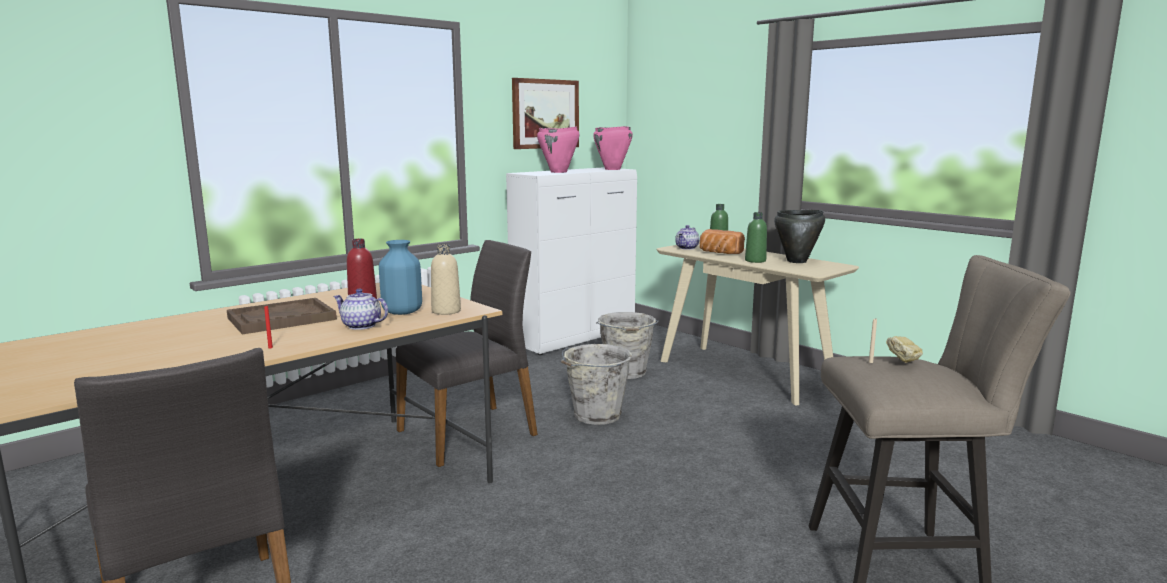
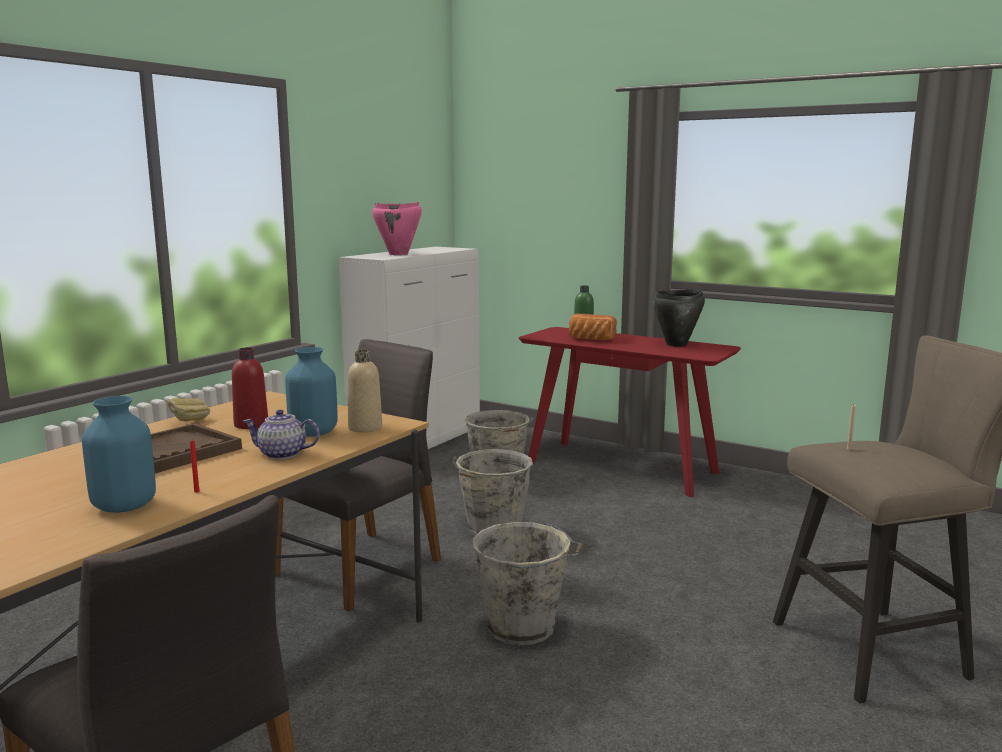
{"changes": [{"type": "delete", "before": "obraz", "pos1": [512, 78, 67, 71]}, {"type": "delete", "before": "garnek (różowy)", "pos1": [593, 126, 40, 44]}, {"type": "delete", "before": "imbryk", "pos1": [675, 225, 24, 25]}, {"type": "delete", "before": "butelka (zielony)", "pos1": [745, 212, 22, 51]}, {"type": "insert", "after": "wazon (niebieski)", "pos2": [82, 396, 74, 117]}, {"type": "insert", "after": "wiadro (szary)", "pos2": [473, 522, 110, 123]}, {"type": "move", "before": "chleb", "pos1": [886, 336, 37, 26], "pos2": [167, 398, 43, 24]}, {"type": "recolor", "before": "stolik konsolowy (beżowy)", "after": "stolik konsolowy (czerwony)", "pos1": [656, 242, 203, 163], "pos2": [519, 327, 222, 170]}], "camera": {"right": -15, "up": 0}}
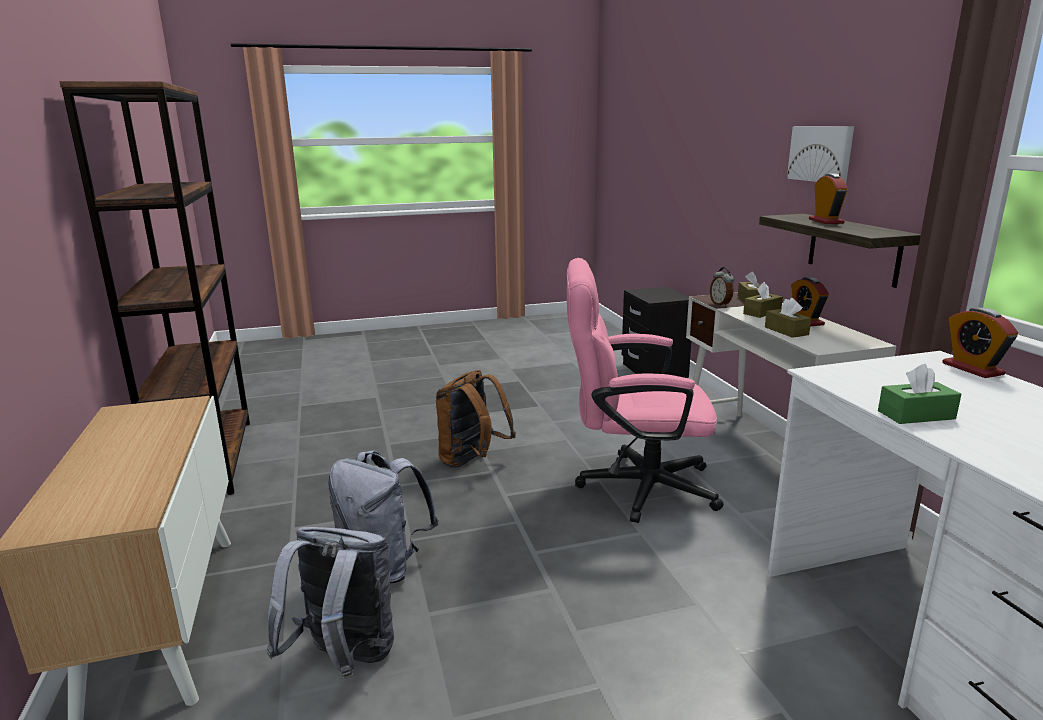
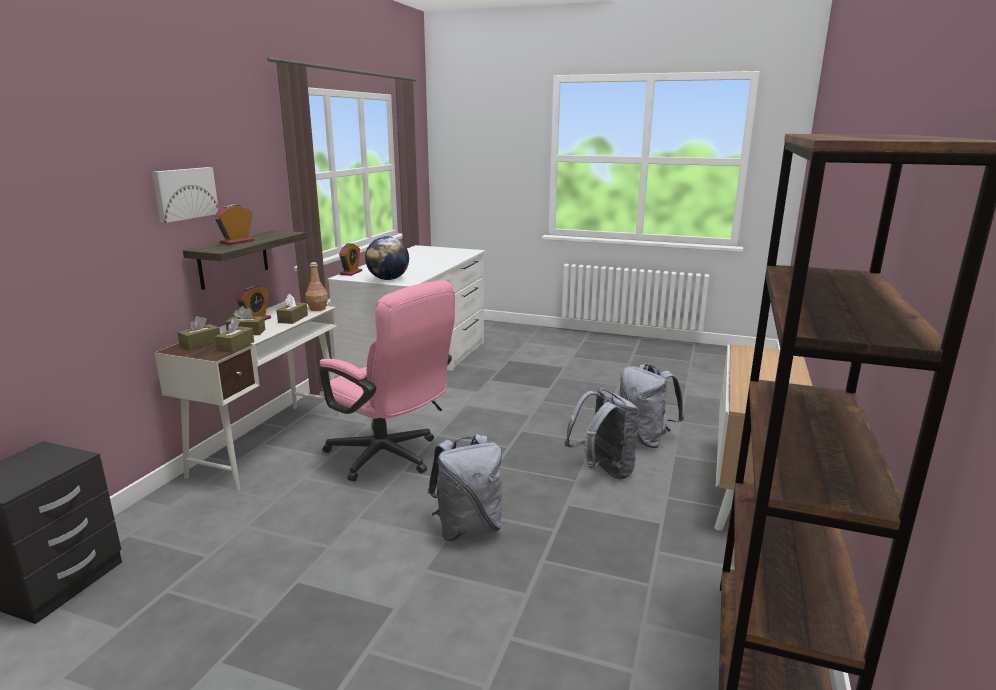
{"changes": [{"type": "delete", "before": "pudełko chusteczek (zielony)", "pos1": [878, 364, 83, 60]}, {"type": "insert", "after": "butelka (brązowy)", "pos2": [305, 262, 23, 49]}, {"type": "insert", "after": "globus", "pos2": [365, 236, 44, 44]}, {"type": "replace", "before": "budzik", "after": "pudełko chusteczek (brązowy)", "pos1": [710, 267, 24, 40], "pos2": [215, 318, 39, 35]}, {"type": "recolor", "before": "plecak (brązowy)", "after": "plecak (szary)", "pos1": [436, 370, 80, 98], "pos2": [428, 434, 74, 108]}], "camera": {"right": -145, "up": 0}}
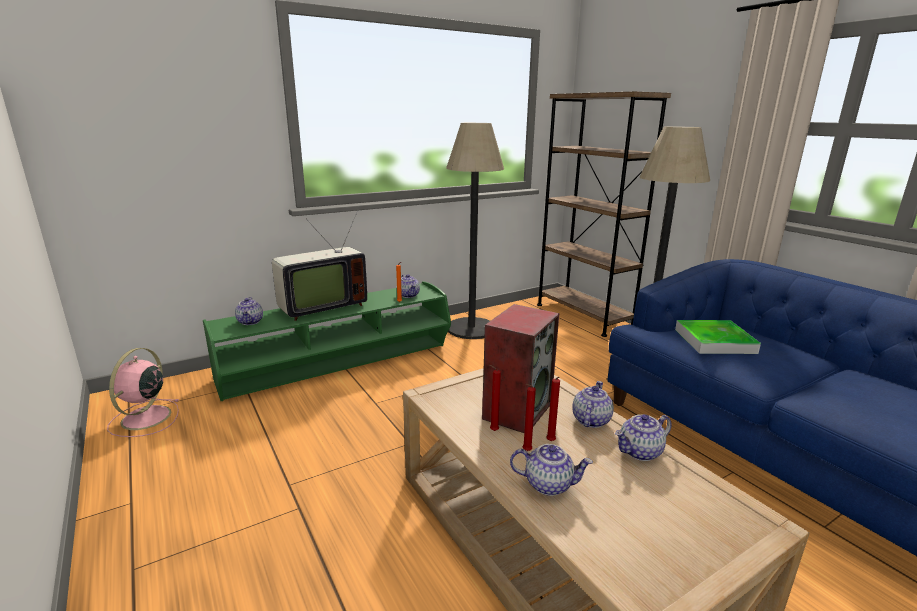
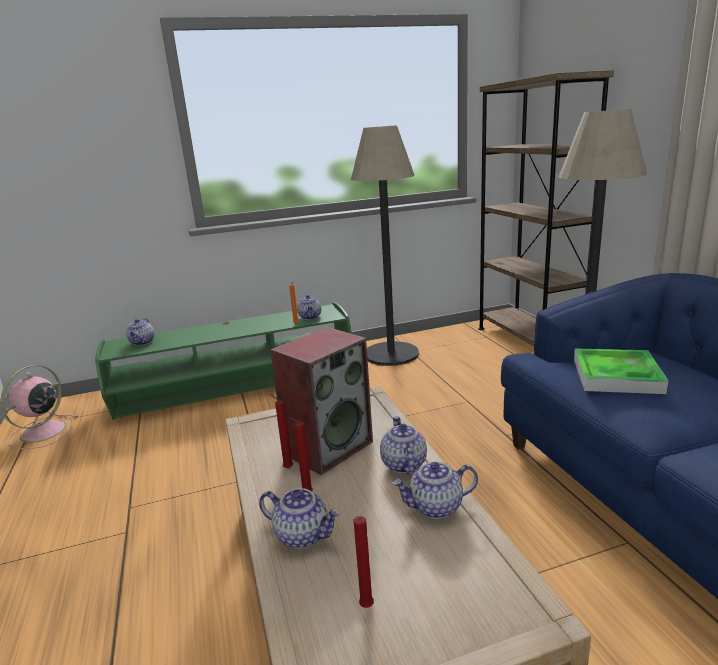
{"changes": [{"type": "delete", "before": "telewizor", "pos1": [272, 210, 95, 111]}, {"type": "move", "before": "świeca (czerwony)", "pos1": [546, 377, 14, 64], "pos2": [354, 516, 20, 92]}, {"type": "rotate", "before": "imbryk", "pos1": [572, 381, 42, 47], "pos2": [380, 416, 47, 59], "turn": -45}], "camera": {"right": 15, "up": 0}}
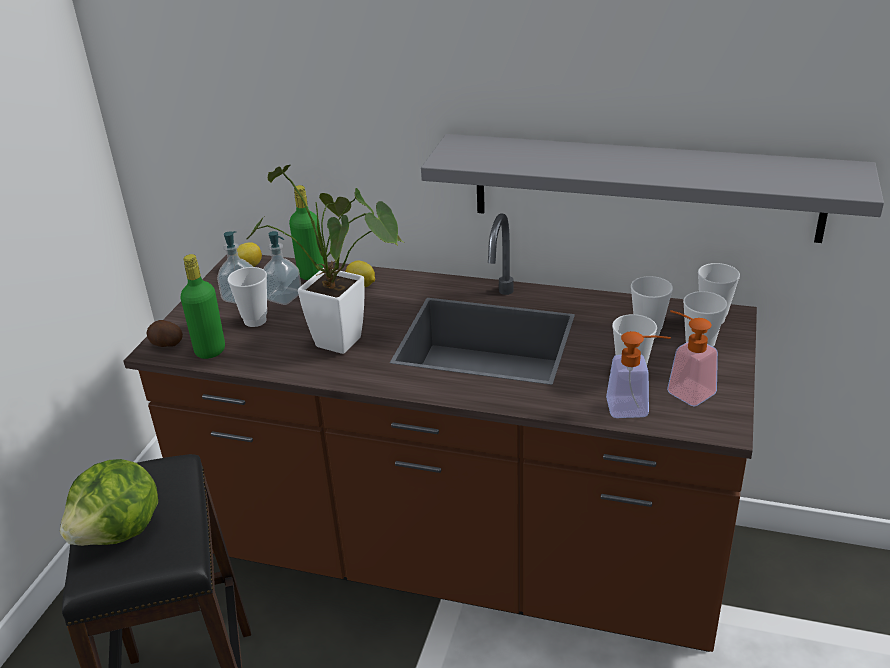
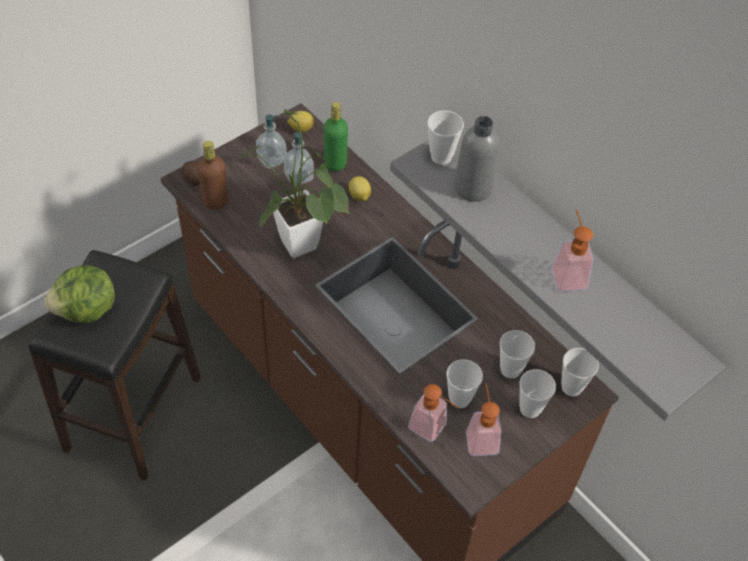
{"changes": [{"type": "insert", "after": "butelka (szary)", "pos2": [454, 116, 45, 86]}, {"type": "insert", "after": "dozownik mydła", "pos2": [552, 209, 41, 82]}, {"type": "move", "before": "filiżanka", "pos1": [228, 267, 39, 60], "pos2": [427, 110, 37, 55]}, {"type": "recolor", "before": "butelka (zielony)", "after": "butelka (brązowy)", "pos1": [181, 254, 44, 105], "pos2": [197, 141, 31, 69]}], "camera": {"right": 30, "up": 20}}
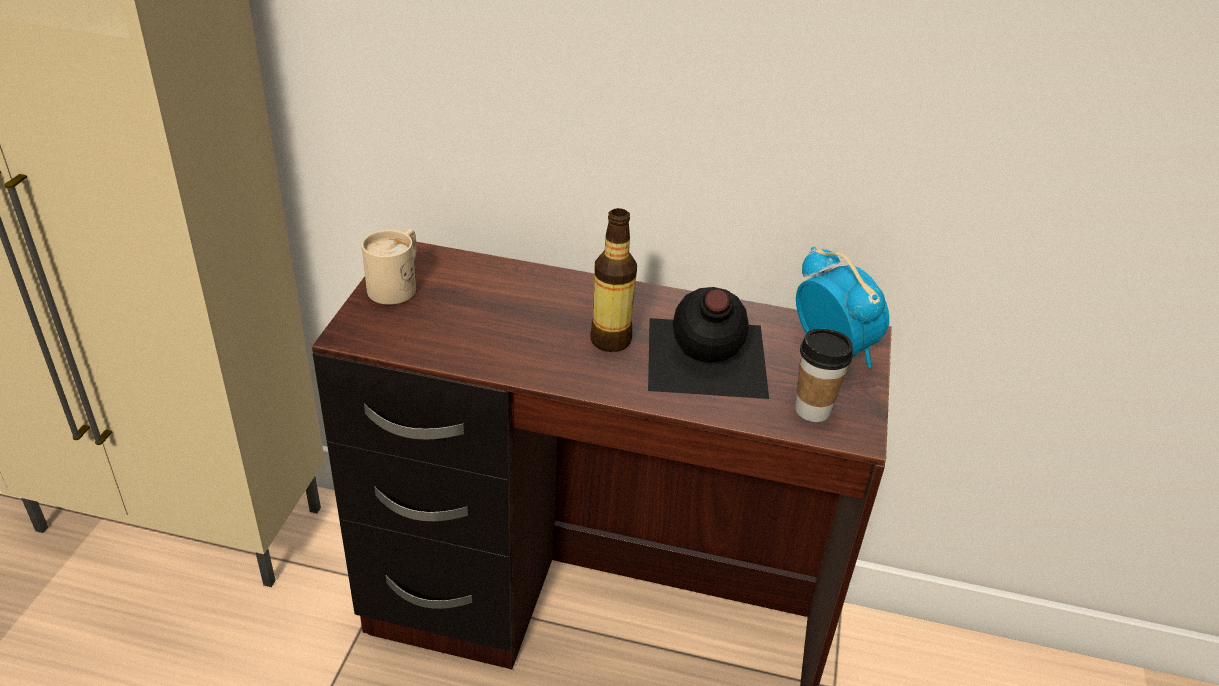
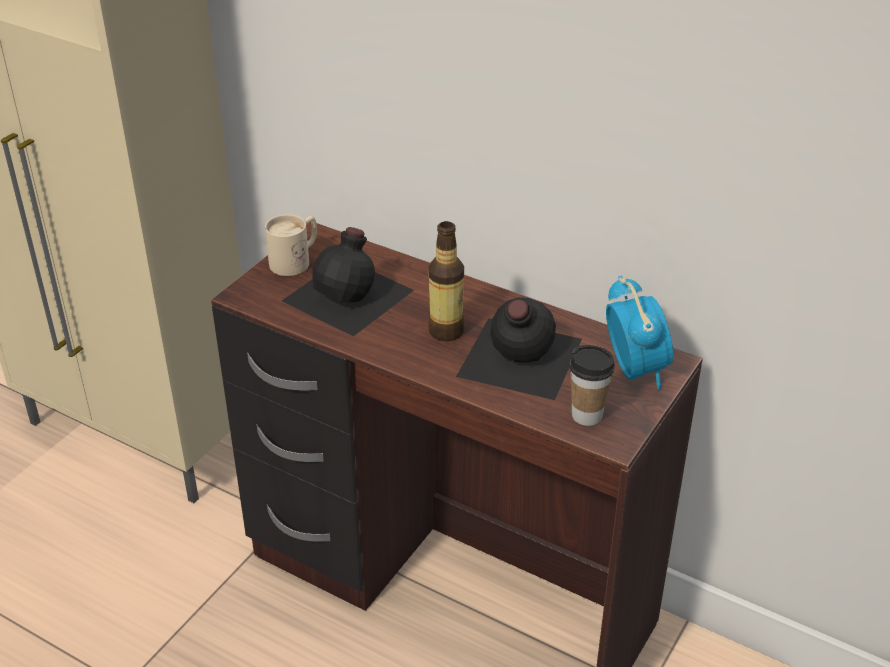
{"changes": [{"type": "insert", "after": "butelka (czarny)", "pos2": [282, 227, 132, 109]}], "camera": {"right": 20, "up": 0}}
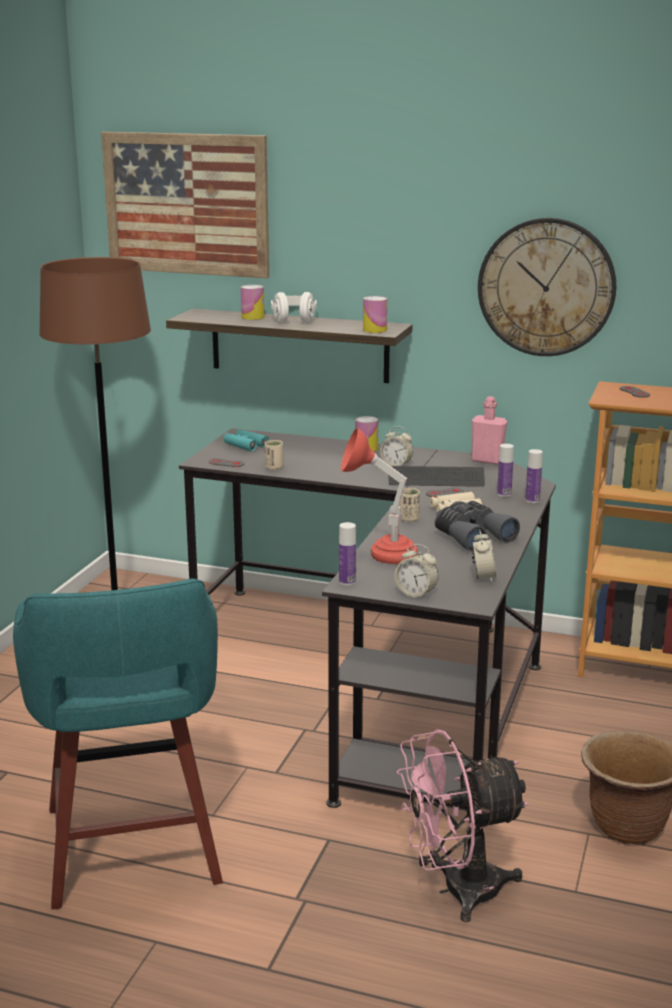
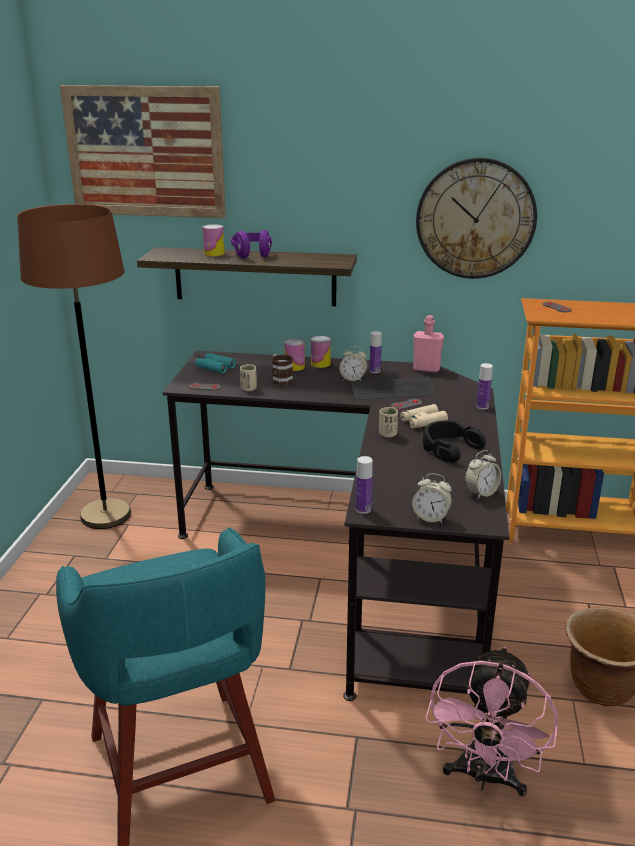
{"changes": [{"type": "delete", "before": "lampa stołowa (czerwony)", "pos1": [341, 428, 77, 136]}, {"type": "insert", "after": "kubek", "pos2": [272, 354, 21, 32]}, {"type": "move", "before": "puszka", "pos1": [363, 296, 24, 37], "pos2": [285, 339, 20, 32]}, {"type": "move", "before": "butelka", "pos1": [497, 444, 17, 53], "pos2": [369, 331, 13, 42]}, {"type": "replace", "before": "lornetka (szary)", "after": "słuchawki (czarny)", "pos1": [434, 501, 86, 51], "pos2": [423, 420, 63, 43]}, {"type": "recolor", "before": "słuchawki (biały)", "after": "słuchawki (fioletowy)", "pos1": [271, 292, 46, 31], "pos2": [231, 230, 41, 28]}, {"type": "rotate", "before": "wentylator (różowy)", "pos1": [397, 729, 133, 193], "pos2": [425, 646, 133, 151], "turn": -45}, {"type": "rotate", "before": "budzik", "pos1": [472, 529, 25, 54], "pos2": [465, 450, 36, 49], "turn": 60}], "camera": {"right": -10, "up": 5}}
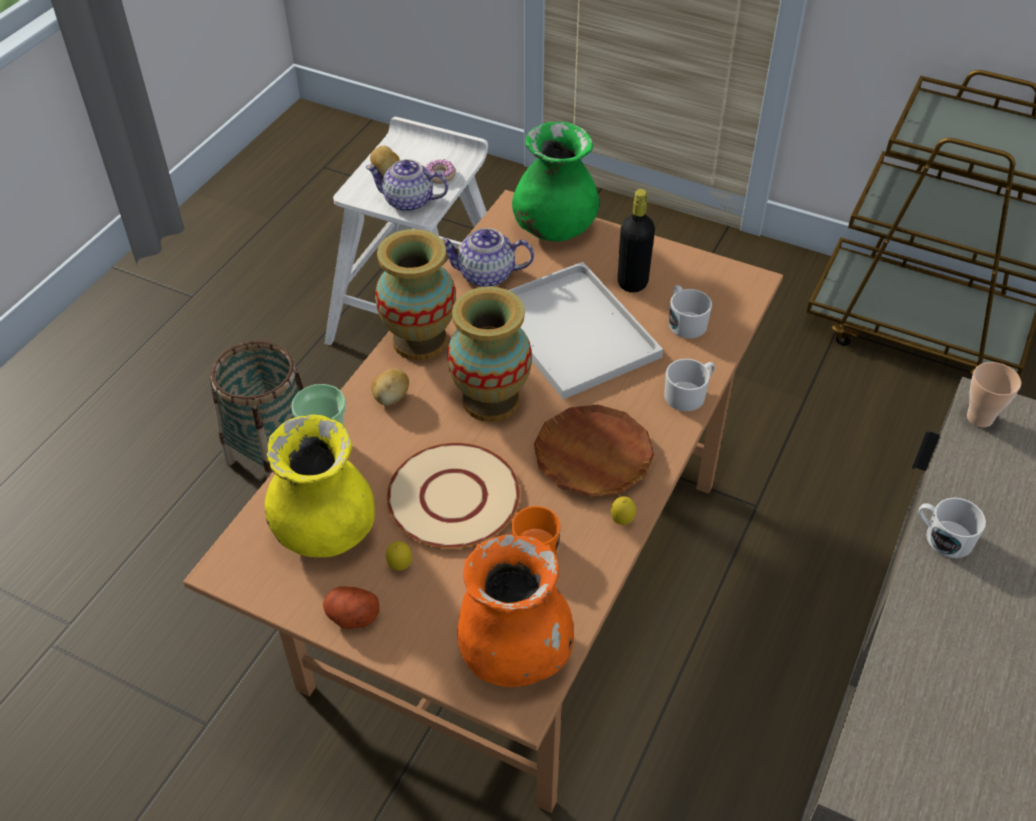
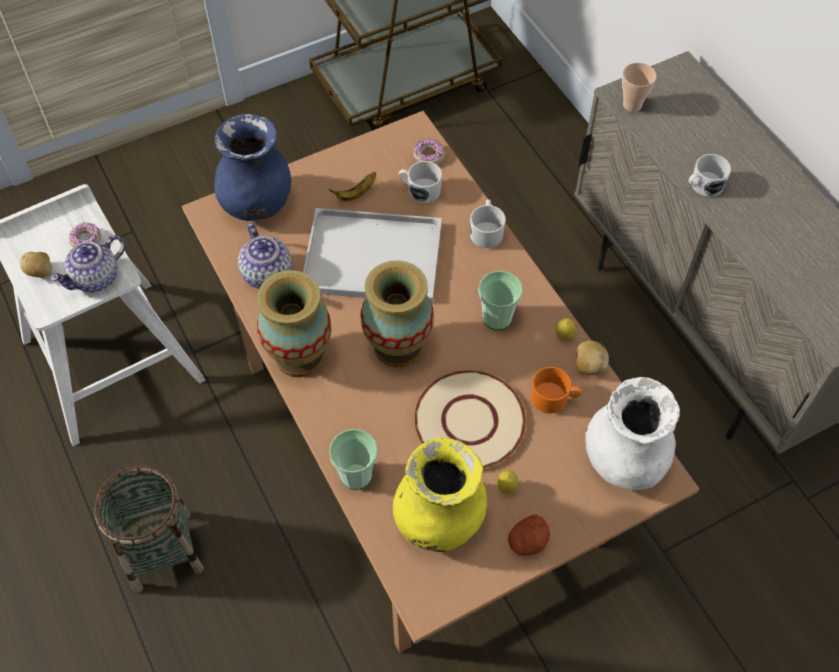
{"changes": [{"type": "insert", "after": "donut", "pos2": [413, 139, 32, 26]}, {"type": "move", "before": "ziemniak", "pos1": [371, 368, 38, 38], "pos2": [576, 340, 33, 35]}, {"type": "replace", "before": "talerz (brązowy)", "after": "filiżanka", "pos1": [534, 404, 120, 93], "pos2": [478, 271, 45, 59]}, {"type": "replace", "before": "butelka (czarny)", "after": "banan", "pos1": [618, 189, 37, 104], "pos2": [328, 172, 48, 29]}, {"type": "recolor", "before": "wazon (pomarańczowy)", "after": "wazon (biały)", "pos1": [457, 534, 117, 153], "pos2": [585, 377, 95, 113]}, {"type": "recolor", "before": "wazon (zielony)", "after": "wazon (niebieski)", "pos1": [512, 122, 87, 119], "pos2": [214, 114, 77, 107]}, {"type": "rotate", "before": "imbryk", "pos1": [442, 228, 92, 59], "pos2": [238, 223, 54, 66], "turn": -60}], "camera": {"right": -55, "up": 10}}
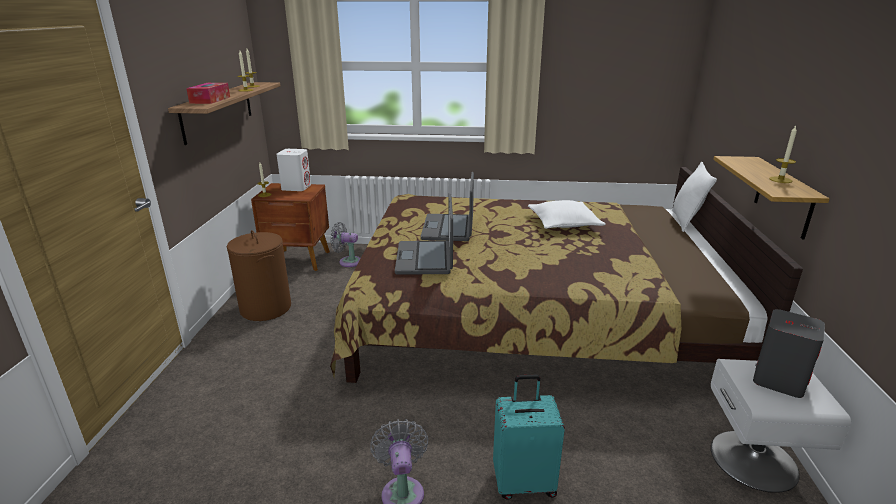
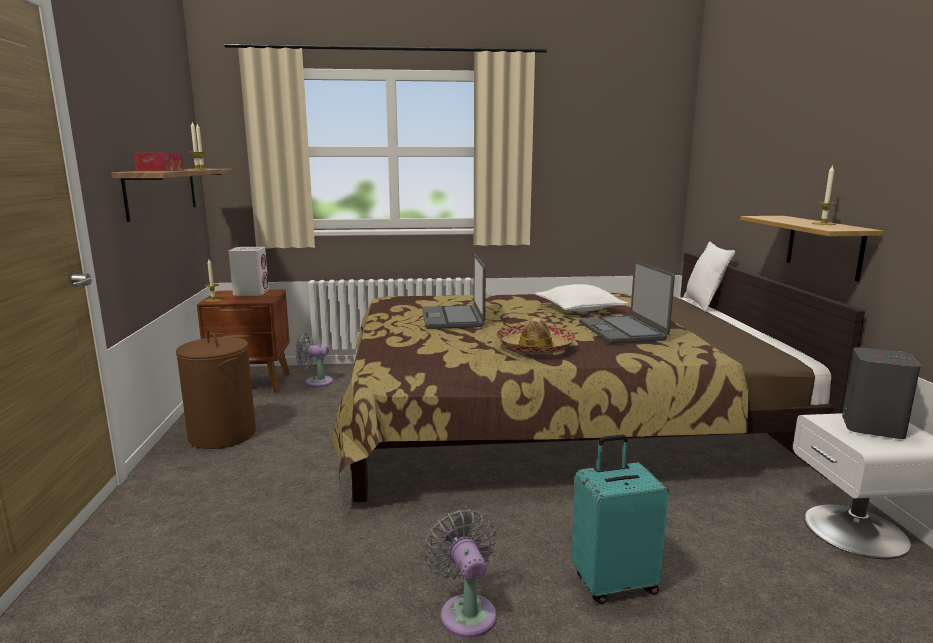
{"changes": [{"type": "insert", "after": "kapelusz", "pos2": [496, 318, 80, 36]}, {"type": "move", "before": "laptop", "pos1": [395, 193, 58, 82], "pos2": [579, 261, 96, 83]}], "camera": {"right": -10, "up": -10}}
